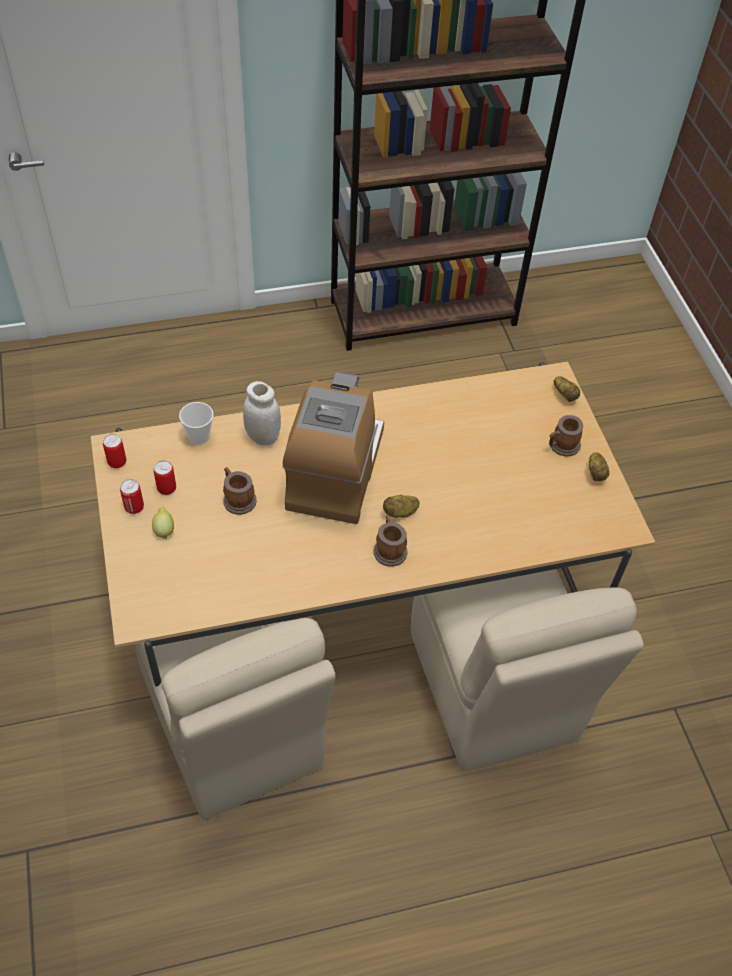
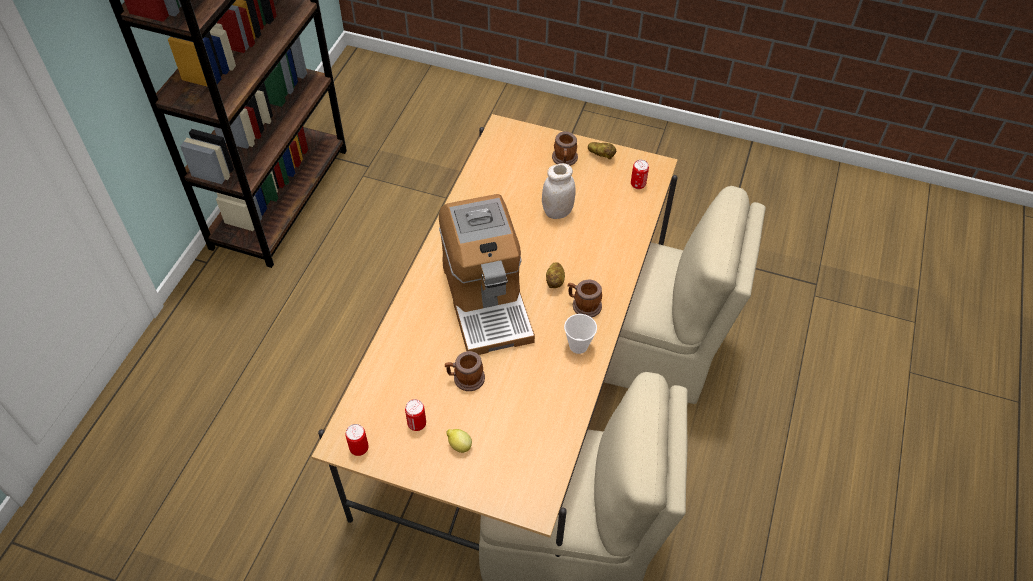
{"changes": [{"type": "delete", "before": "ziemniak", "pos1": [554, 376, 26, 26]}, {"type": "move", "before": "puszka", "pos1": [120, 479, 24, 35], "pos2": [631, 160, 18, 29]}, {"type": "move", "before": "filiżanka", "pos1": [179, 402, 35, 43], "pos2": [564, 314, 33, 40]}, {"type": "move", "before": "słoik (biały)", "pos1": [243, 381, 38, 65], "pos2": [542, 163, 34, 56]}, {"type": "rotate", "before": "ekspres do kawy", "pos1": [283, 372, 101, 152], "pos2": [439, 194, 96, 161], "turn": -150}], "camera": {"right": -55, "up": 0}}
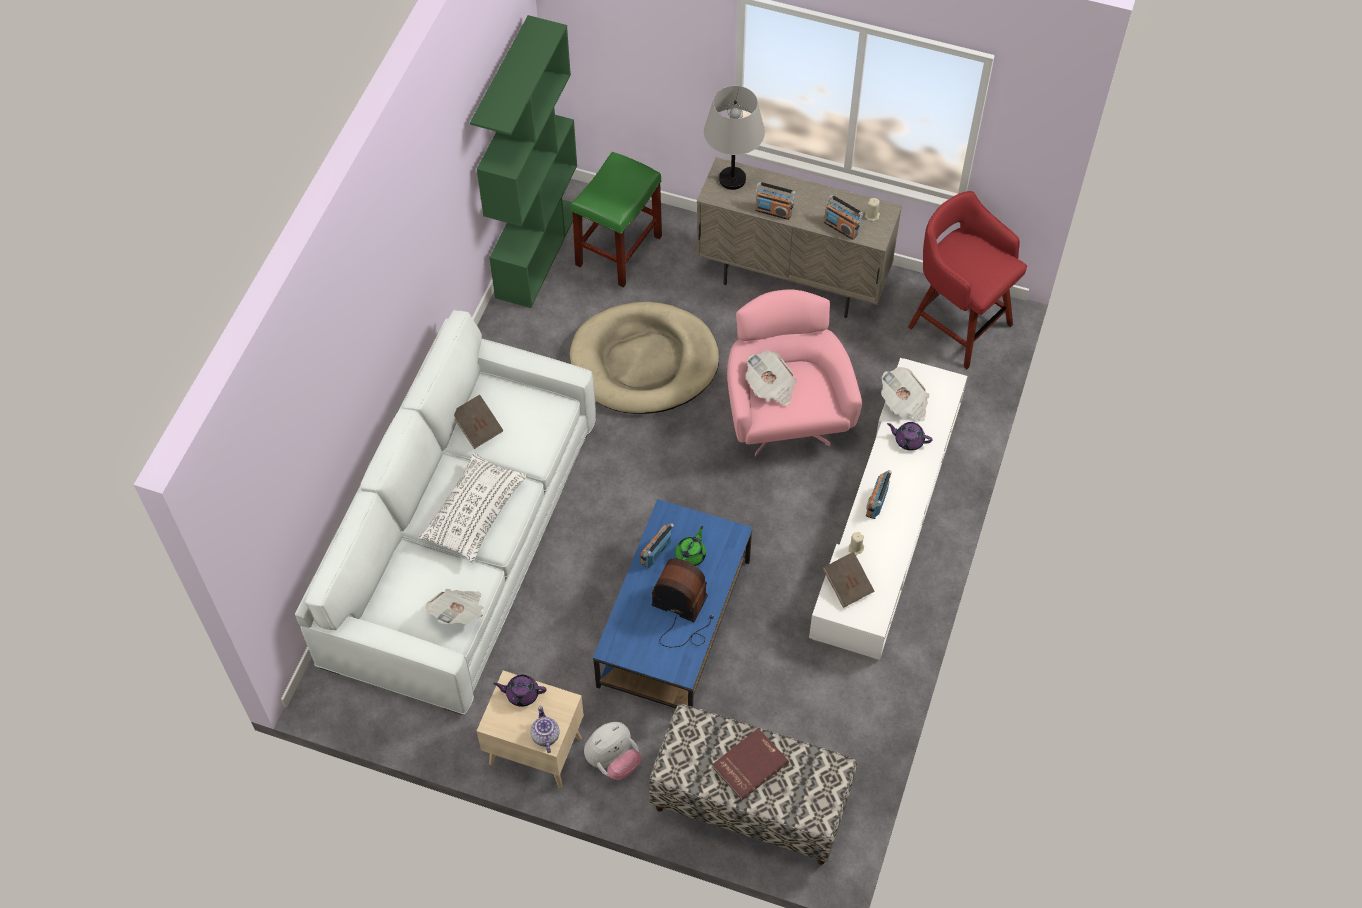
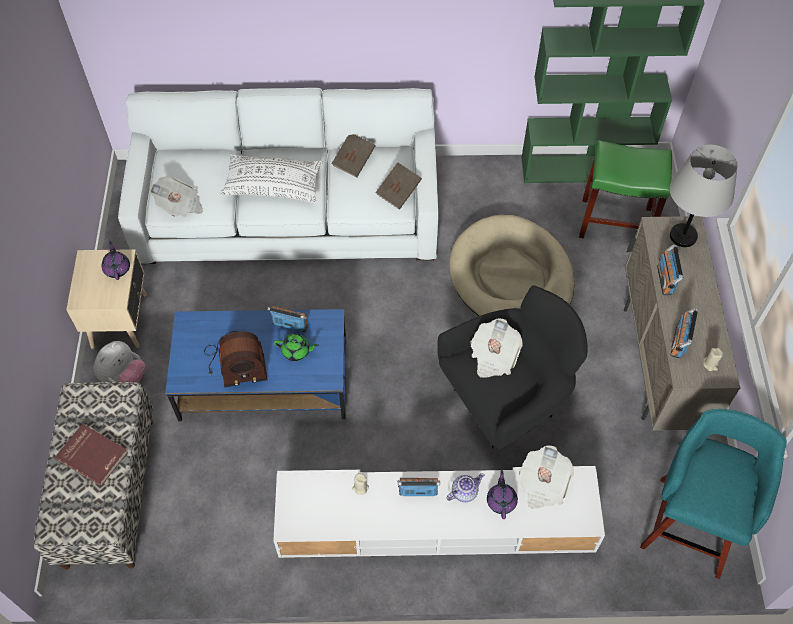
{"changes": [{"type": "move", "before": "imbryk", "pos1": [530, 706, 30, 47], "pos2": [447, 473, 38, 29]}, {"type": "move", "before": "książka (brązowy)", "pos1": [823, 552, 51, 56], "pos2": [375, 162, 47, 48]}, {"type": "recolor", "before": "fotel (różowy)", "after": "fotel (czarny)", "pos1": [727, 290, 135, 167], "pos2": [437, 285, 151, 164]}, {"type": "recolor", "before": "stołek (czerwony)", "after": "stołek (turkusowy)", "pos1": [908, 191, 119, 178], "pos2": [640, 409, 147, 170]}, {"type": "rotate", "before": "pluszak", "pos1": [584, 722, 57, 58], "pos2": [94, 341, 51, 42], "turn": -90}, {"type": "rotate", "before": "radio", "pos1": [652, 558, 62, 89], "pos2": [204, 331, 63, 56], "turn": 75}], "camera": {"right": 70, "up": 0}}
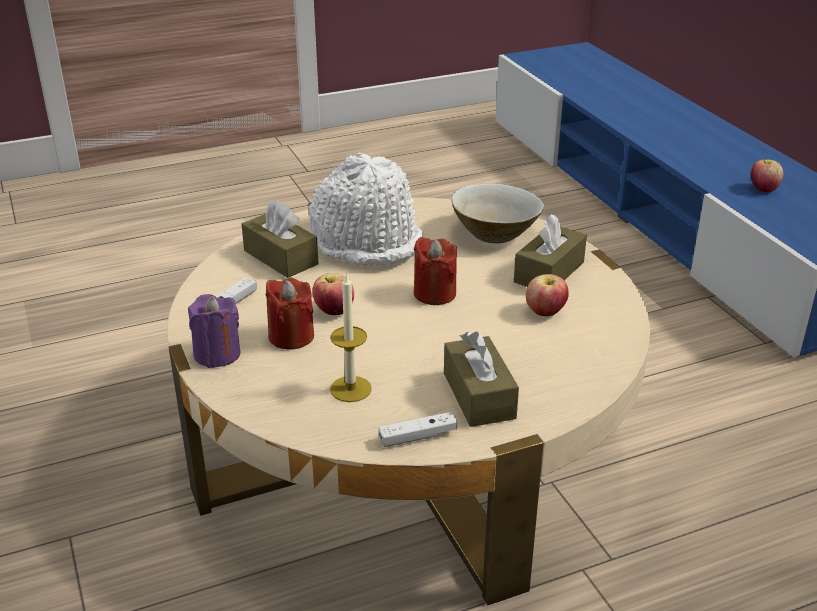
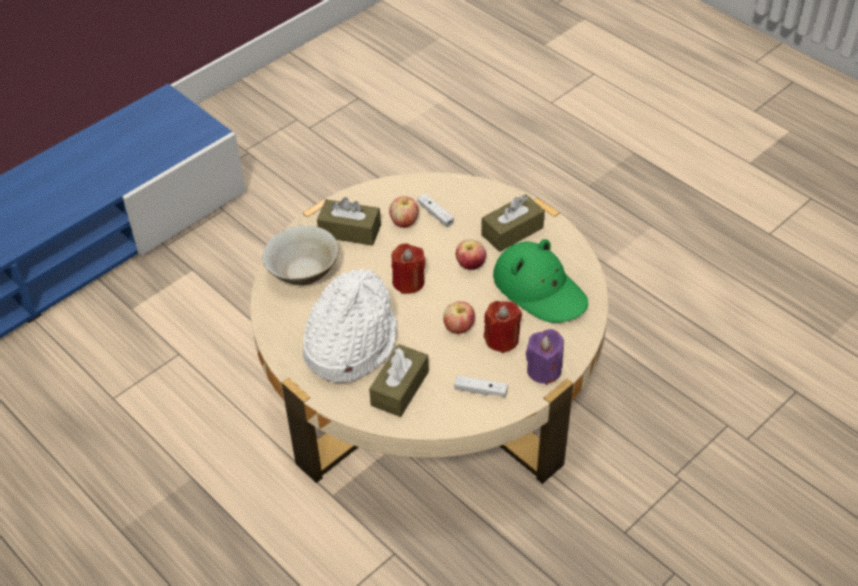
{"changes": [{"type": "move", "before": "pad do gier (biały)", "pos1": [378, 412, 79, 35], "pos2": [417, 194, 37, 33]}, {"type": "move", "before": "jabłko", "pos1": [751, 157, 32, 35], "pos2": [456, 240, 30, 30]}, {"type": "replace", "before": "świeca", "after": "kapelusz (zielony)", "pos1": [330, 273, 42, 129], "pos2": [493, 239, 95, 84]}], "camera": {"right": -110, "up": 15}}
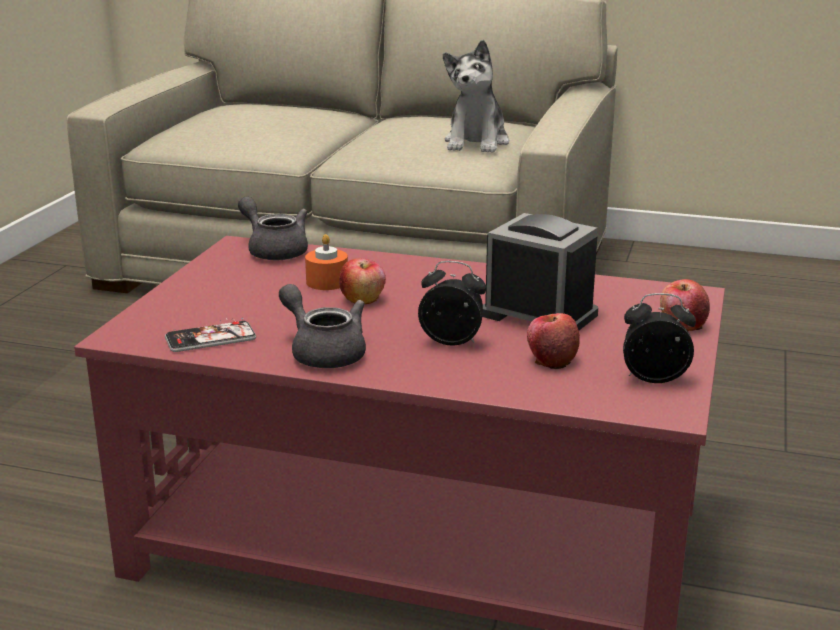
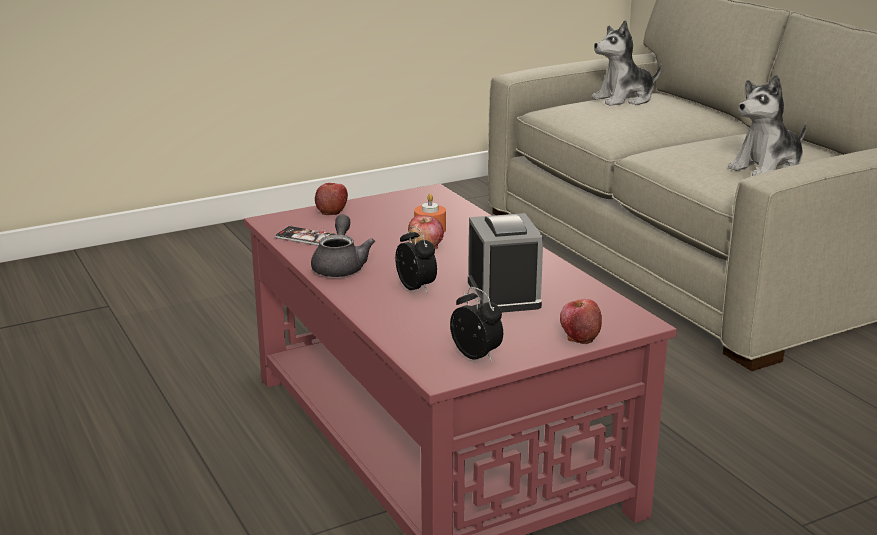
{"changes": [{"type": "delete", "before": "imbryk (szary)", "pos1": [238, 196, 70, 65]}, {"type": "insert", "after": "pluszak", "pos2": [591, 20, 71, 86]}, {"type": "move", "before": "jabłko", "pos1": [527, 313, 53, 56], "pos2": [315, 183, 33, 32]}], "camera": {"right": 45, "up": 0}}
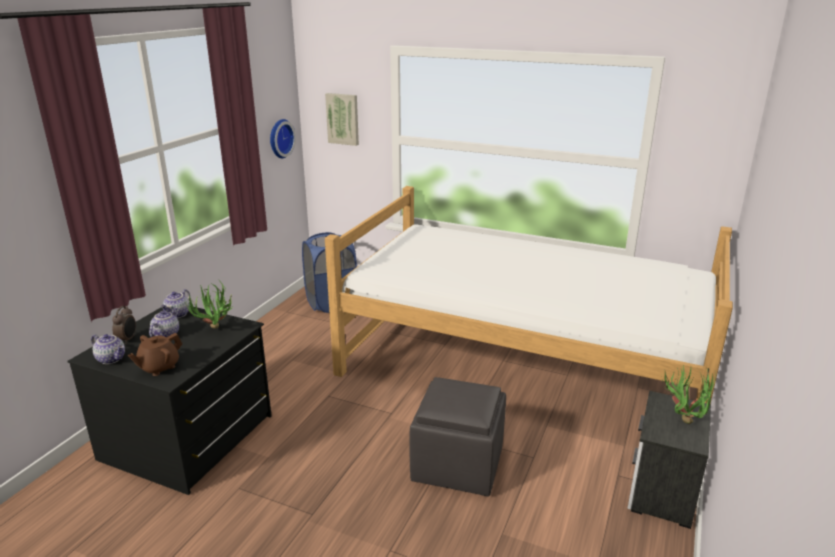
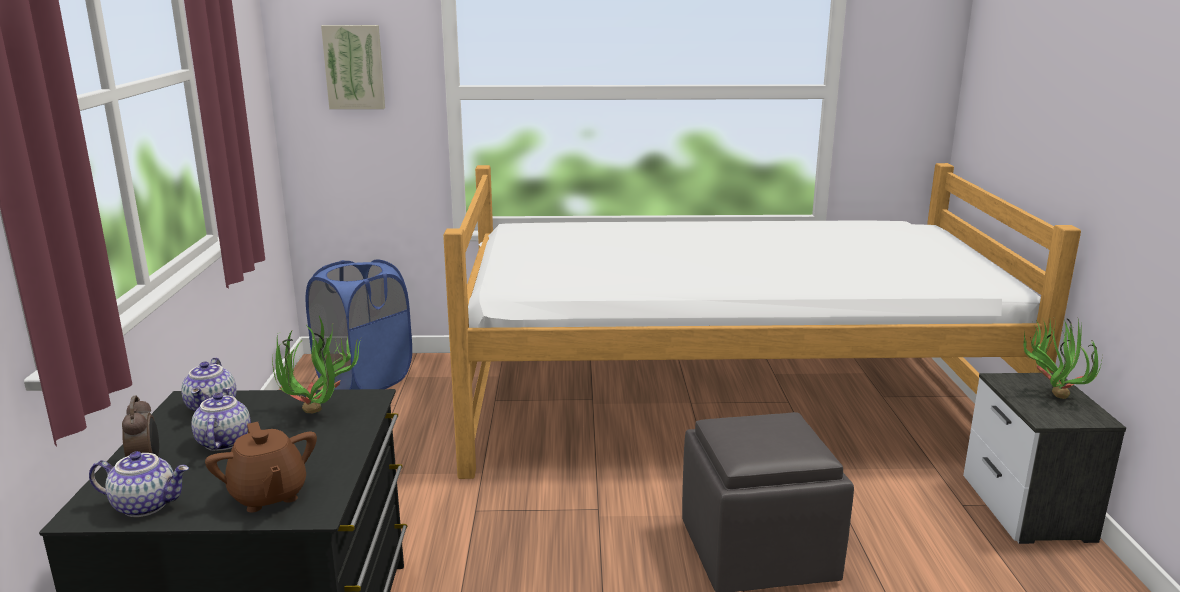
{"changes": [{"type": "delete", "before": "zegar ścienny", "pos1": [270, 119, 26, 39]}, {"type": "rotate", "before": "imbryk (brązowy)", "pos1": [128, 333, 54, 43], "pos2": [205, 422, 112, 91], "turn": -45}], "camera": {"right": -25, "up": -5}}
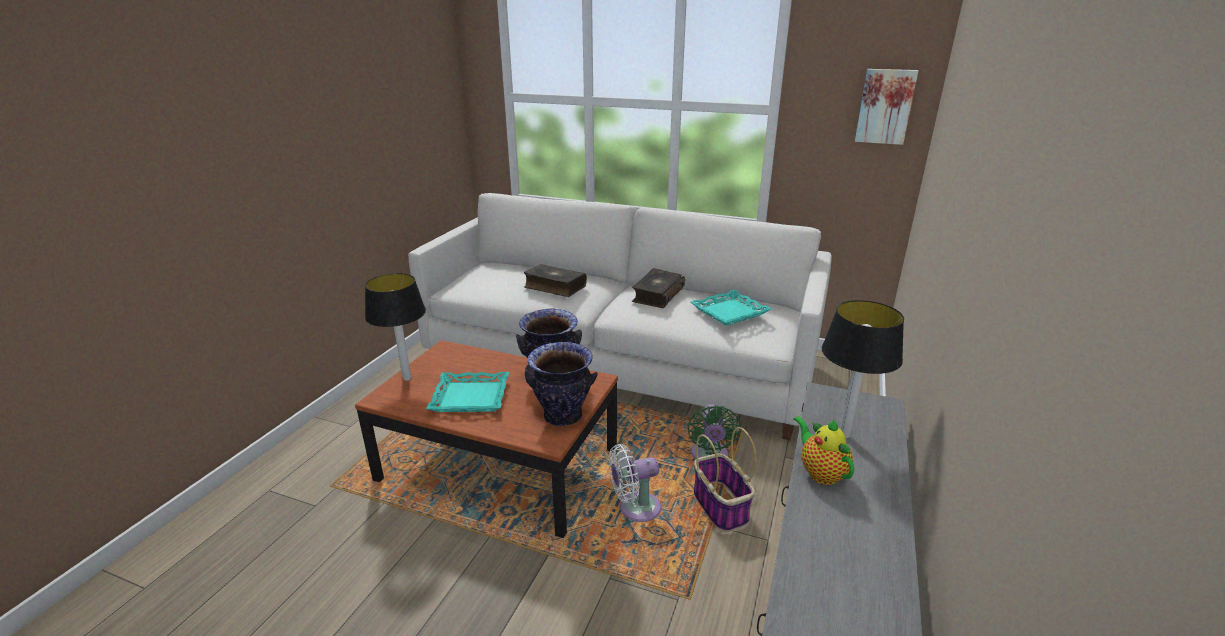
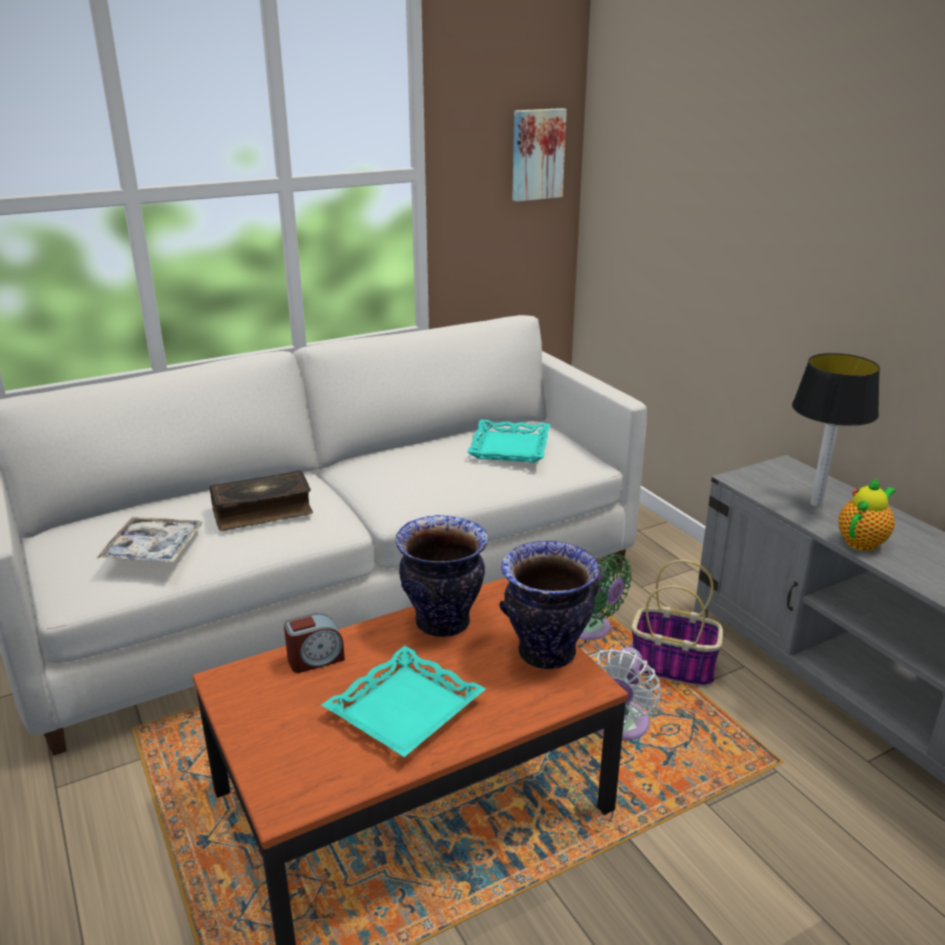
{"changes": [{"type": "delete", "before": "lampa stołowa", "pos1": [365, 273, 61, 108]}, {"type": "delete", "before": "książka", "pos1": [632, 268, 53, 40]}, {"type": "insert", "after": "taca", "pos2": [96, 517, 107, 46]}, {"type": "insert", "after": "budzik", "pos2": [284, 613, 61, 60]}, {"type": "rotate", "before": "imbryk", "pos1": [793, 416, 61, 69], "pos2": [838, 478, 58, 73], "turn": 120}], "camera": {"right": -50, "up": 0}}
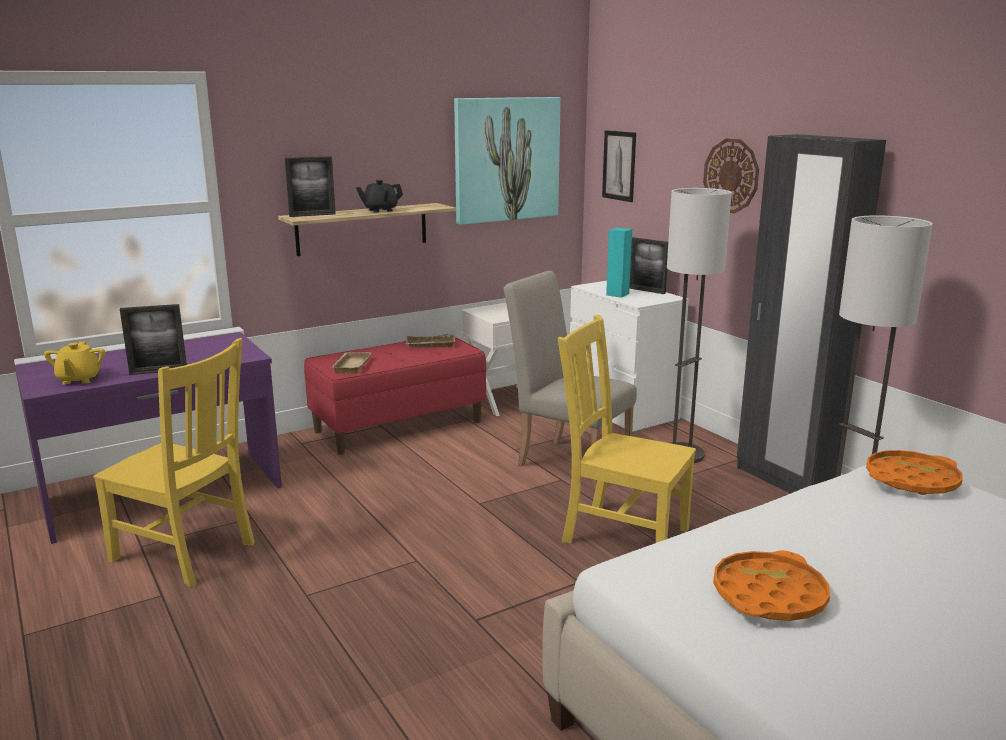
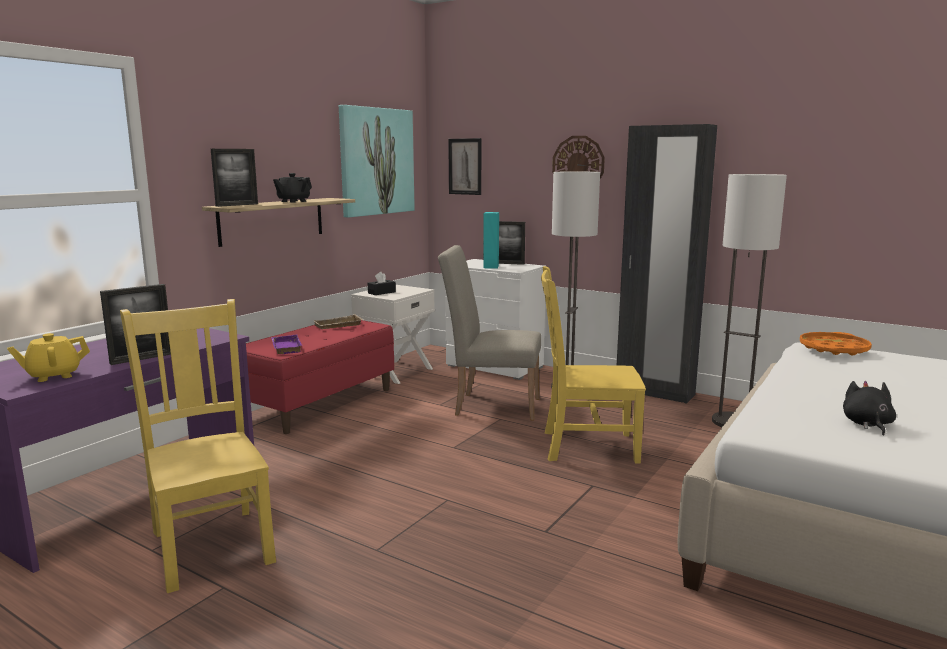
{"changes": [{"type": "insert", "after": "pudełko chusteczek (czarny)", "pos2": [368, 272, 28, 23]}, {"type": "replace", "before": "taca (pomarańczowy)", "after": "pluszak (czarny)", "pos1": [713, 550, 117, 71], "pos2": [843, 381, 53, 54]}, {"type": "recolor", "before": "taca (beżowy)", "after": "taca (fioletowy)", "pos1": [332, 352, 39, 22], "pos2": [271, 335, 31, 19]}, {"type": "rotate", "before": "imbryk (żółty)", "pos1": [44, 342, 61, 43], "pos2": [7, 333, 83, 49], "turn": 90}, {"type": "rotate", "before": "krzesło (żółty)", "pos1": [93, 338, 162, 249], "pos2": [120, 299, 156, 294], "turn": -120}], "camera": {"right": -25, "up": -5}}
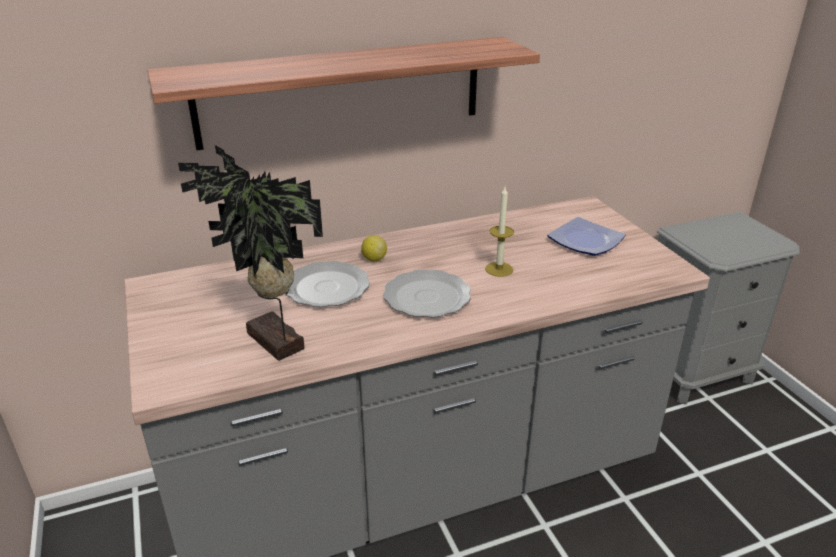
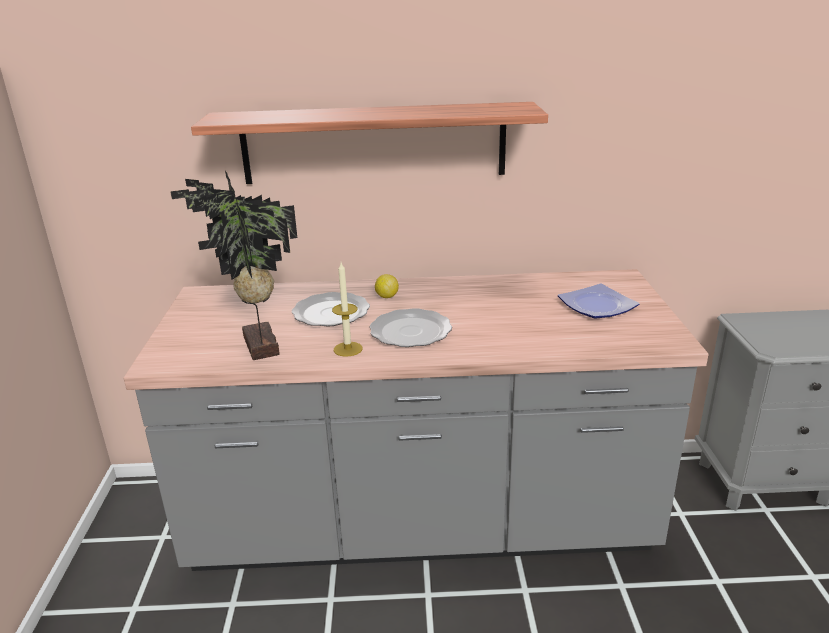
{"changes": [{"type": "move", "before": "świeca", "pos1": [485, 187, 29, 90], "pos2": [332, 262, 30, 95]}], "camera": {"right": 20, "up": -5}}
